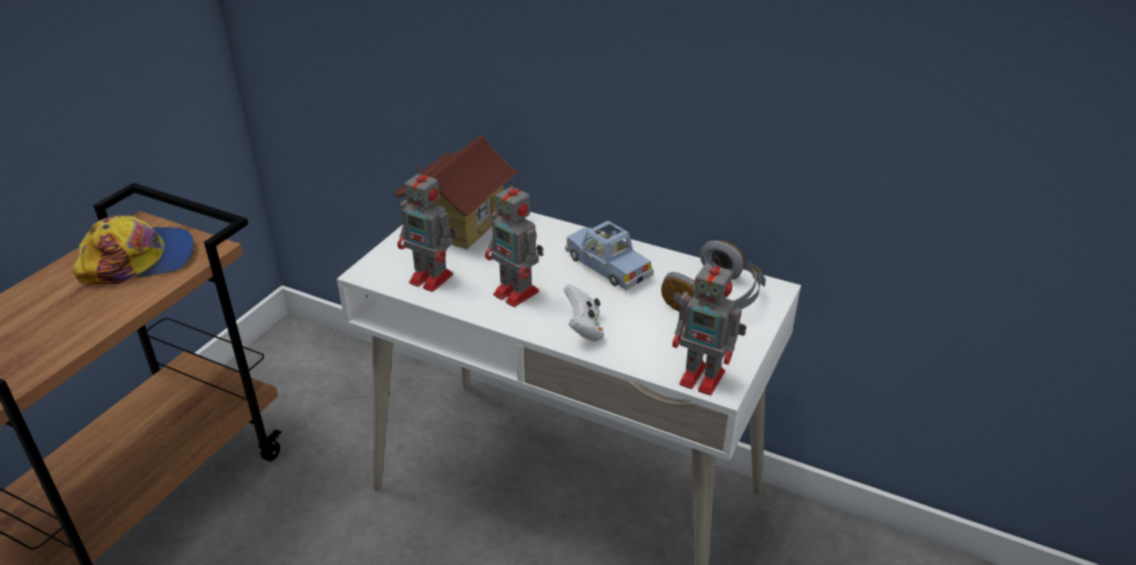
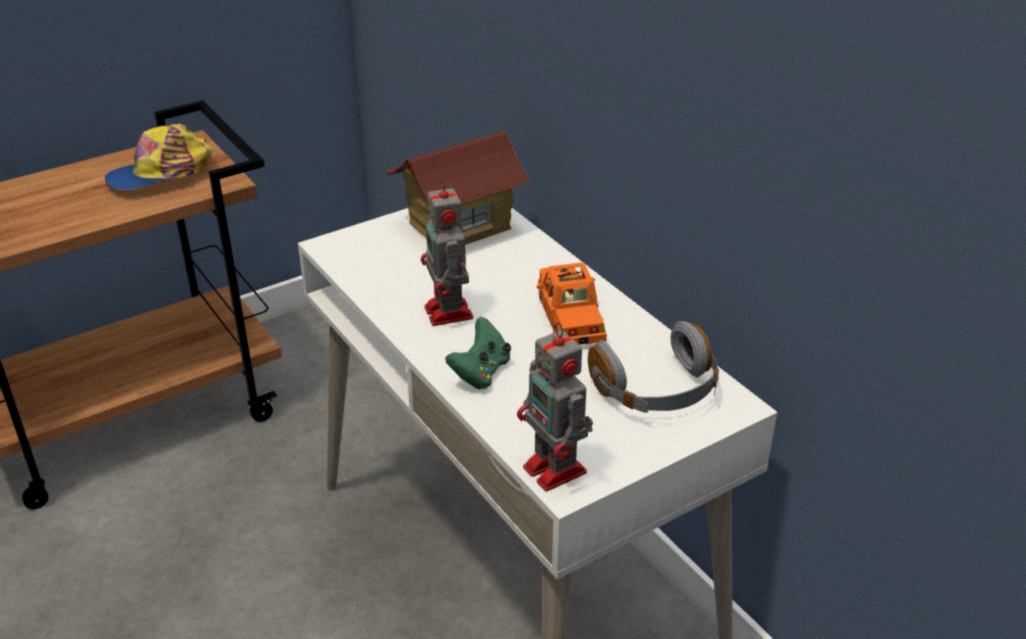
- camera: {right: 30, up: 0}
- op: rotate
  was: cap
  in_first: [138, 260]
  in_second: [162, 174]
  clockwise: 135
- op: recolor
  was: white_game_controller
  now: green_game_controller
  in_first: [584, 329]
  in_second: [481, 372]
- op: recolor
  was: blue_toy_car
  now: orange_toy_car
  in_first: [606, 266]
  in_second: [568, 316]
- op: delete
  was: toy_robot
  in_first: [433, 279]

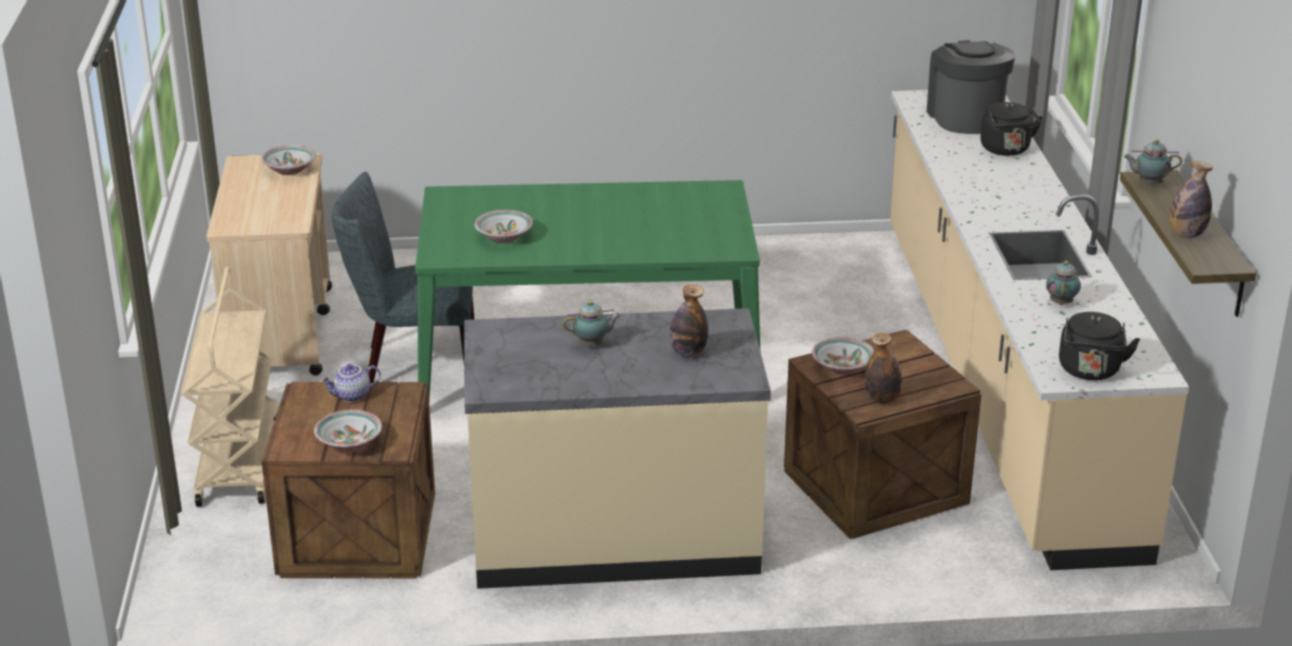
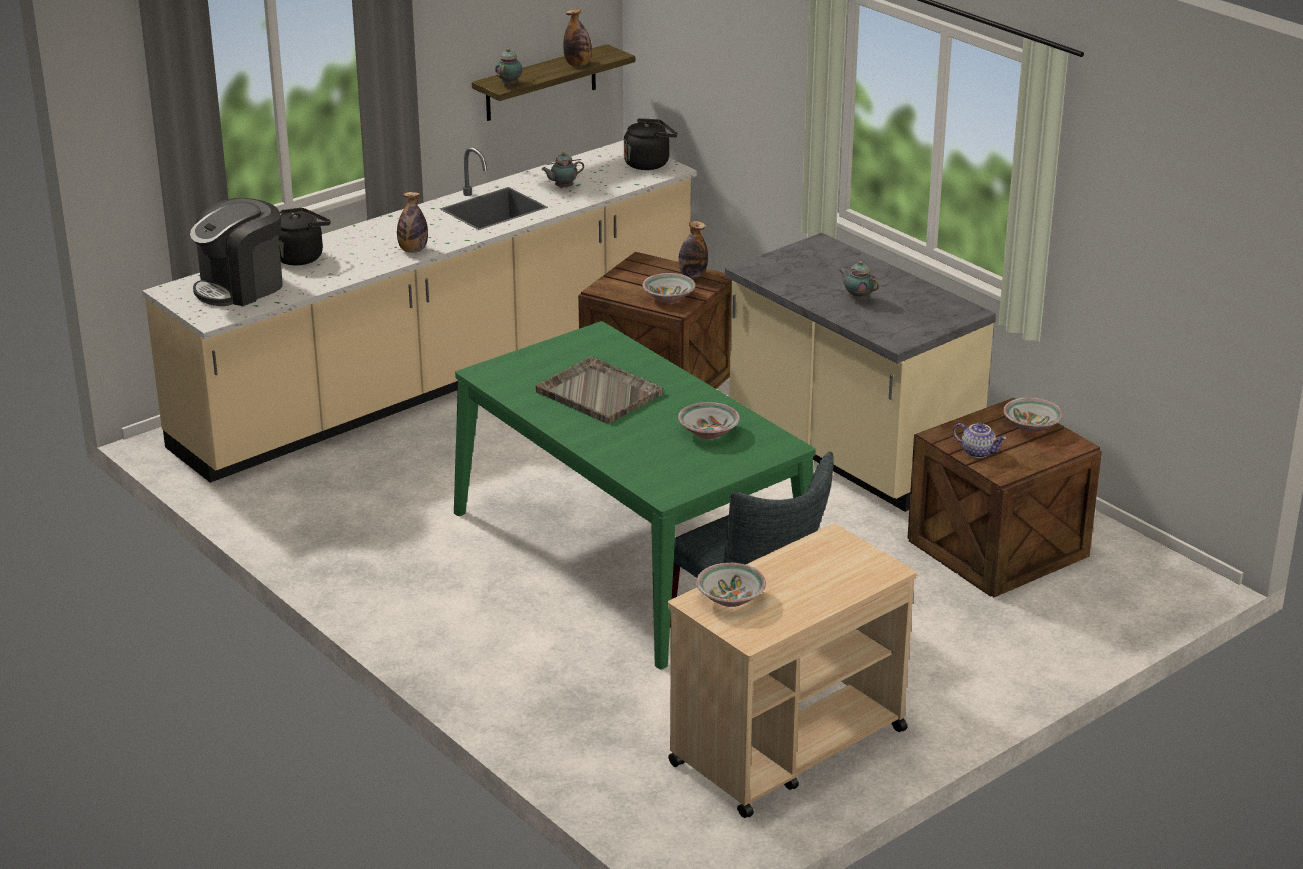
- camera: {right: -125, up: 0}
- op: move
  was: bottle
  in_first: [688, 352]
  in_second: [413, 250]
- op: rotate
  was: teapot
  in_first: [1148, 184]
  in_second: [510, 84]
  clockwise: -135
- op: insert
  now: grey_tray
  in_second: [598, 392]
- op: delete
  was: beige_cart
  in_first: [237, 459]

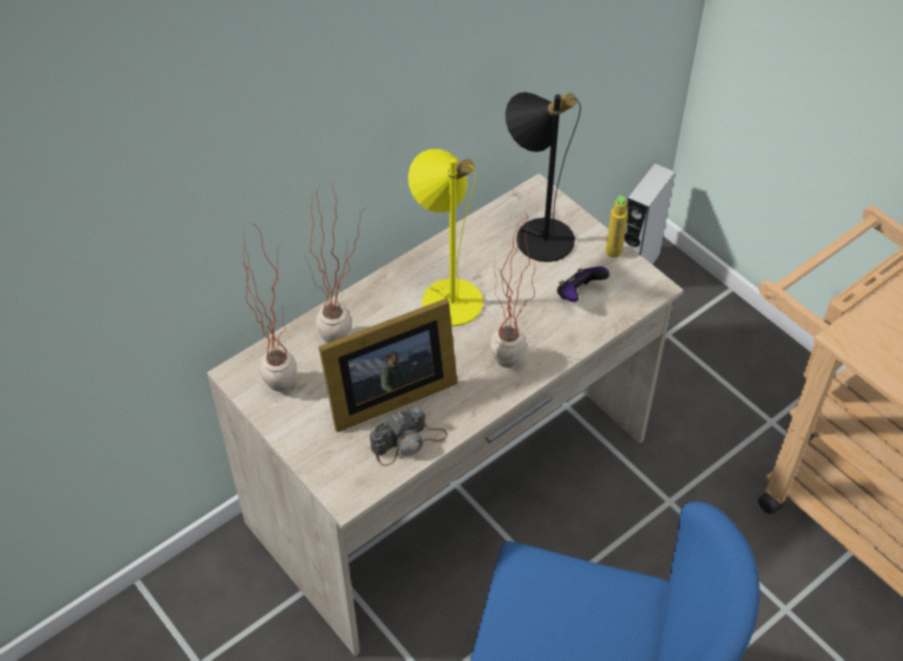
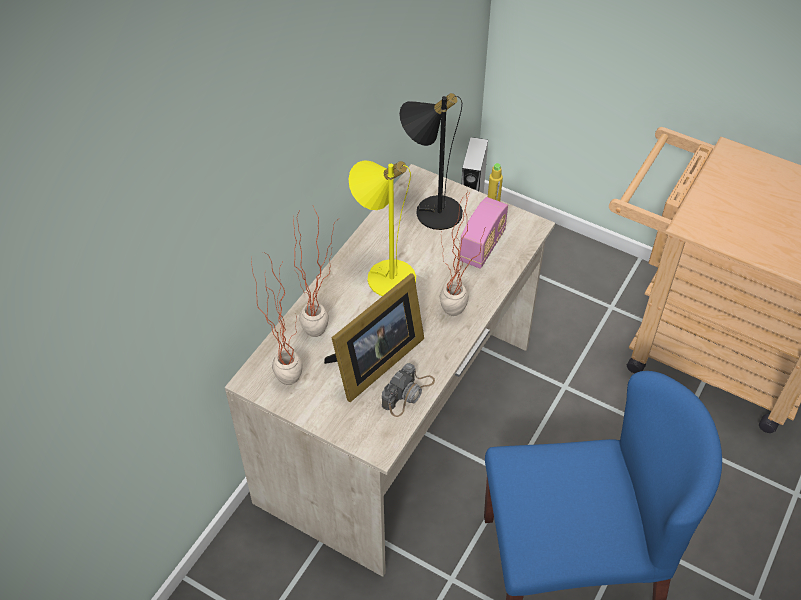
- camera: {right: -20, up: 0}
- op: replace
  was: game_controller
  now: radio
  in_first: [579, 294]
  in_second: [482, 246]

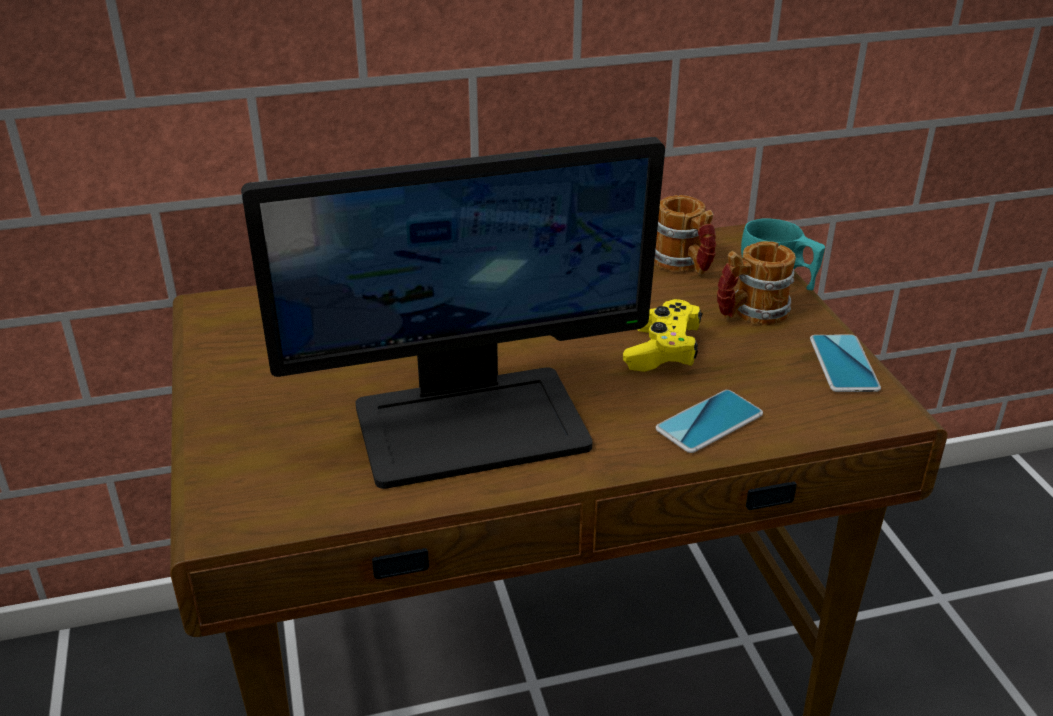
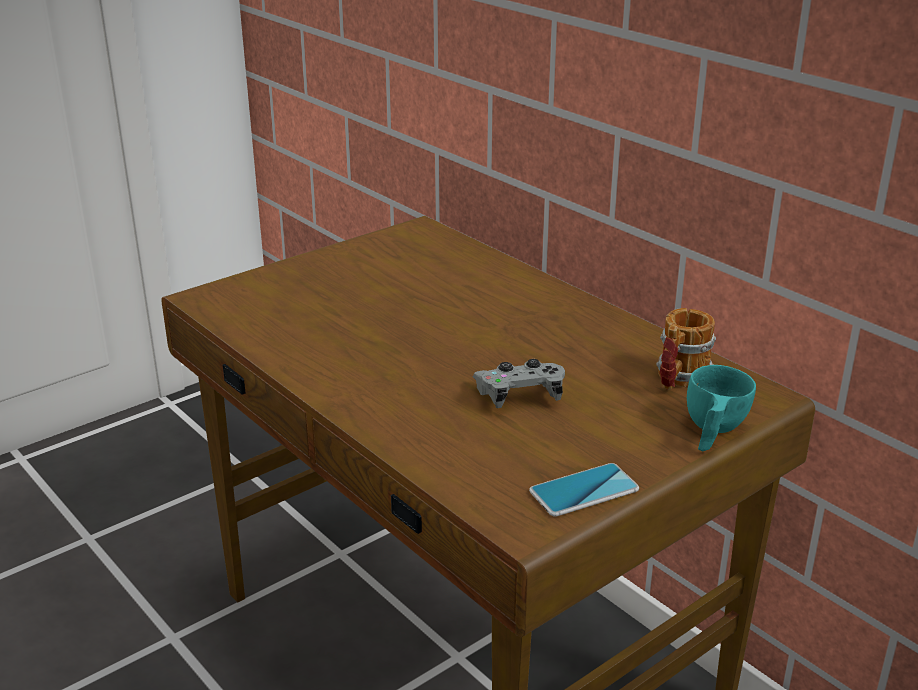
- camera: {right: 65, up: -5}
- op: recolor
  was: yellow_game_controller
  now: grey_game_controller
  in_first: [661, 350]
  in_second: [519, 396]
- op: delete
  was: monitor
  in_first: [471, 423]
- op: delete
  was: phone
  in_first: [709, 422]
- op: delete
  was: mug
  in_first: [750, 314]

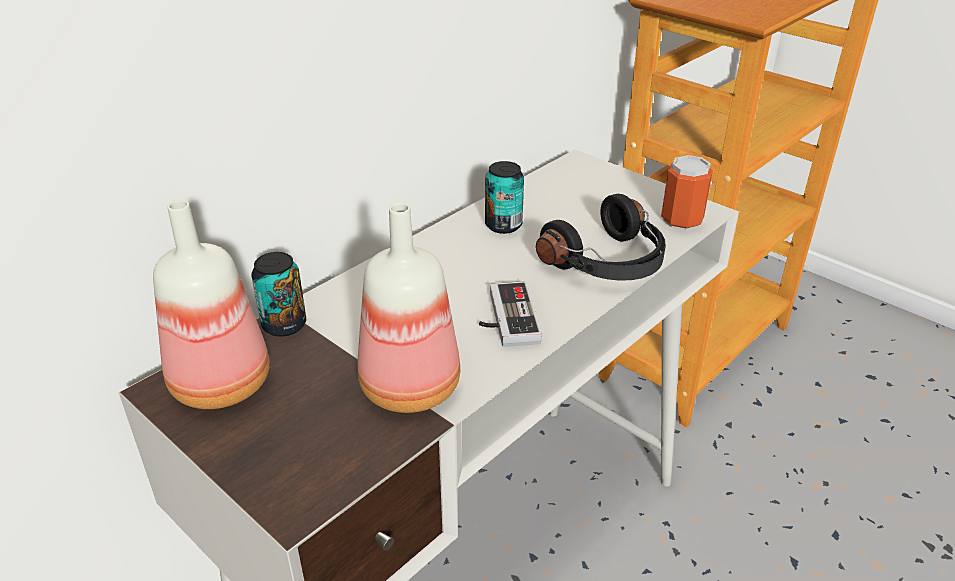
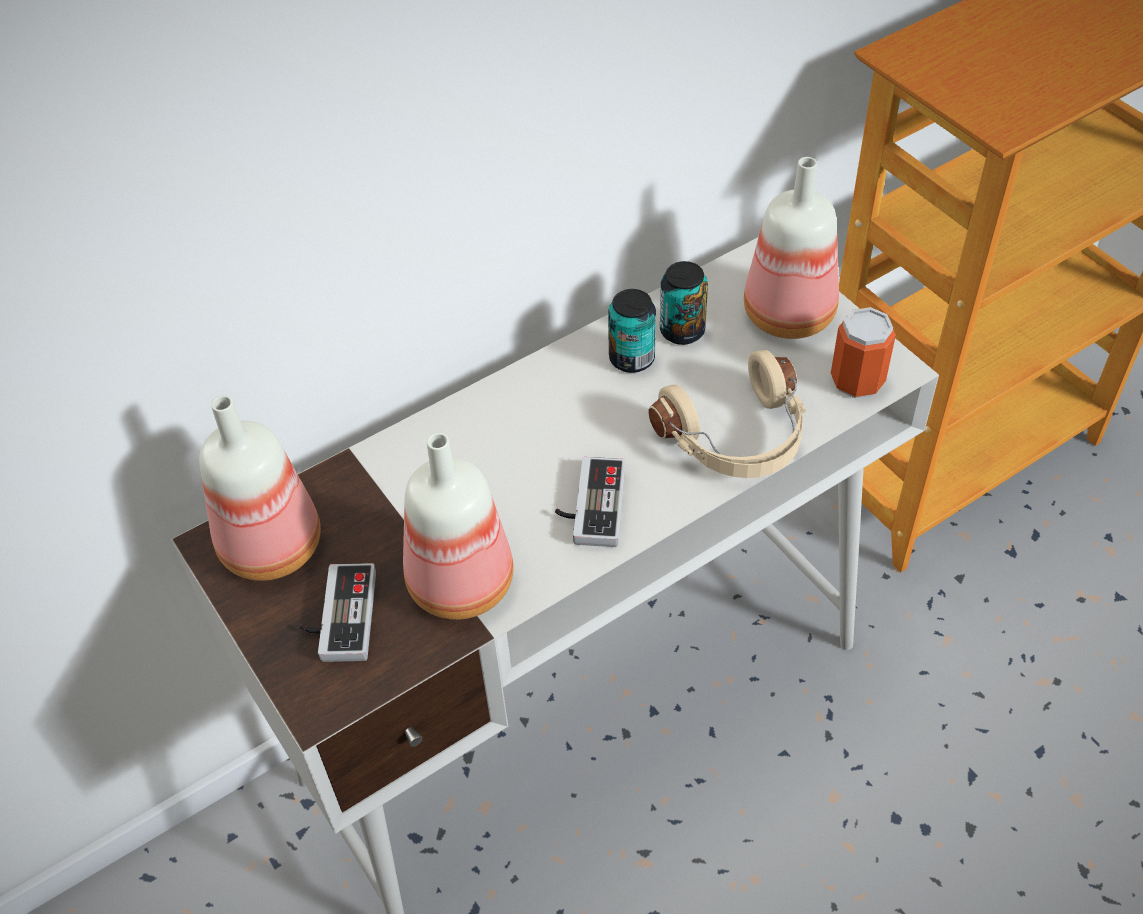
- camera: {right: 15, up: 15}
- op: insert
  now: game_controller
  in_second: [338, 616]
- op: recolor
  was: black_headphones
  now: beige_headphones
  in_first: [608, 263]
  in_second: [738, 439]
- op: move
  was: can
  in_first: [284, 325]
  in_second: [682, 331]
- op: insert
  now: bottle
  in_second: [792, 315]

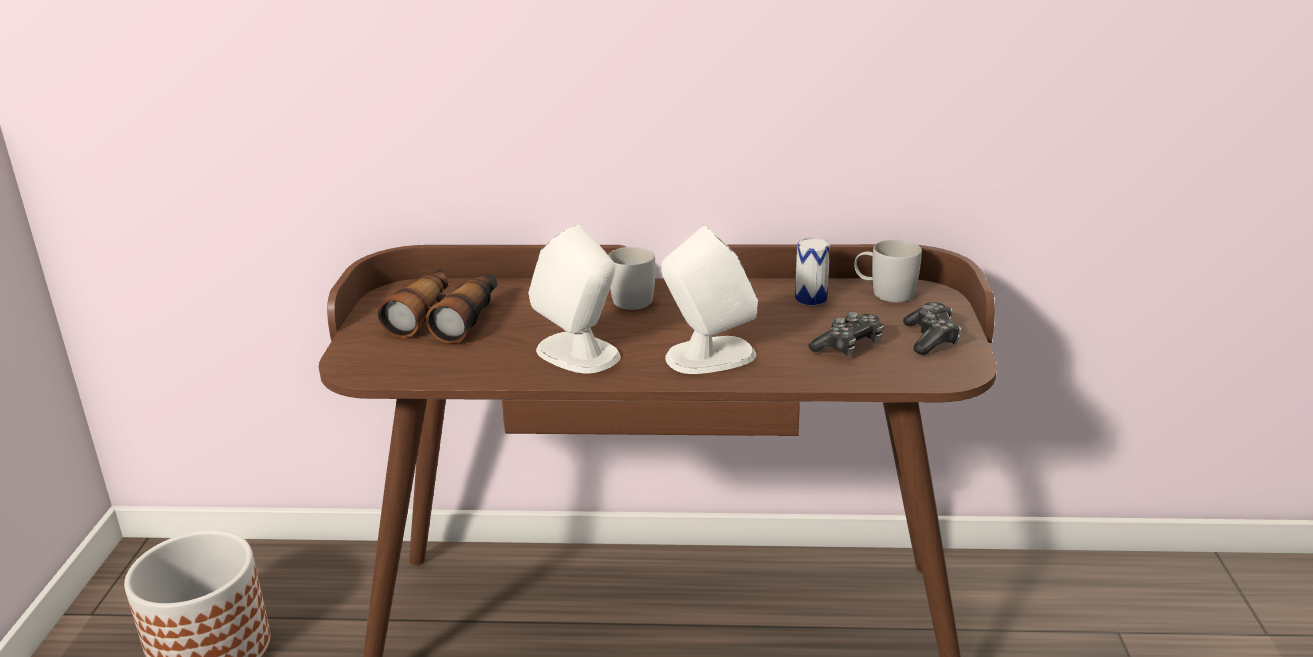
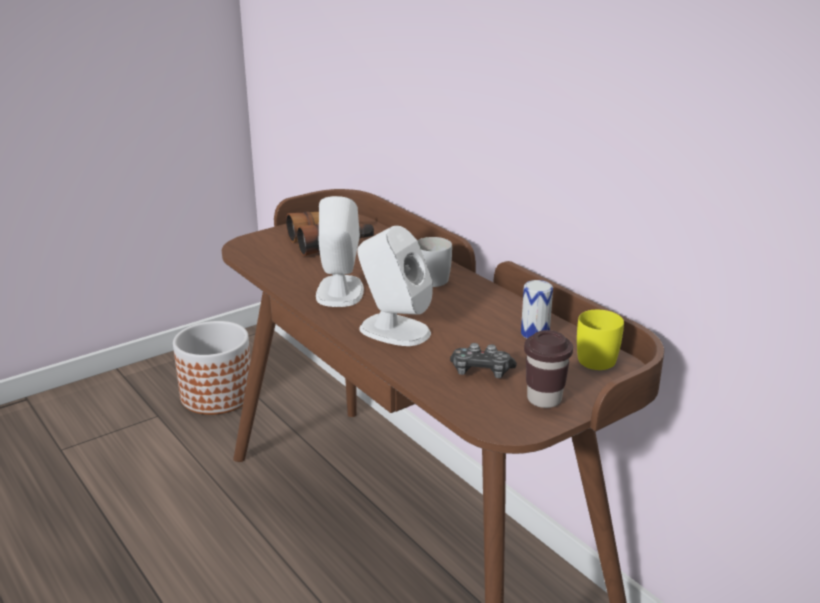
- camera: {right: 50, up: 0}
- op: replace
  was: game_controller
  now: brown_cup
  in_first: [931, 338]
  in_second: [544, 399]
- op: recolor
  was: white_mug
  now: yellow_mug
  in_first: [884, 292]
  in_second: [593, 356]

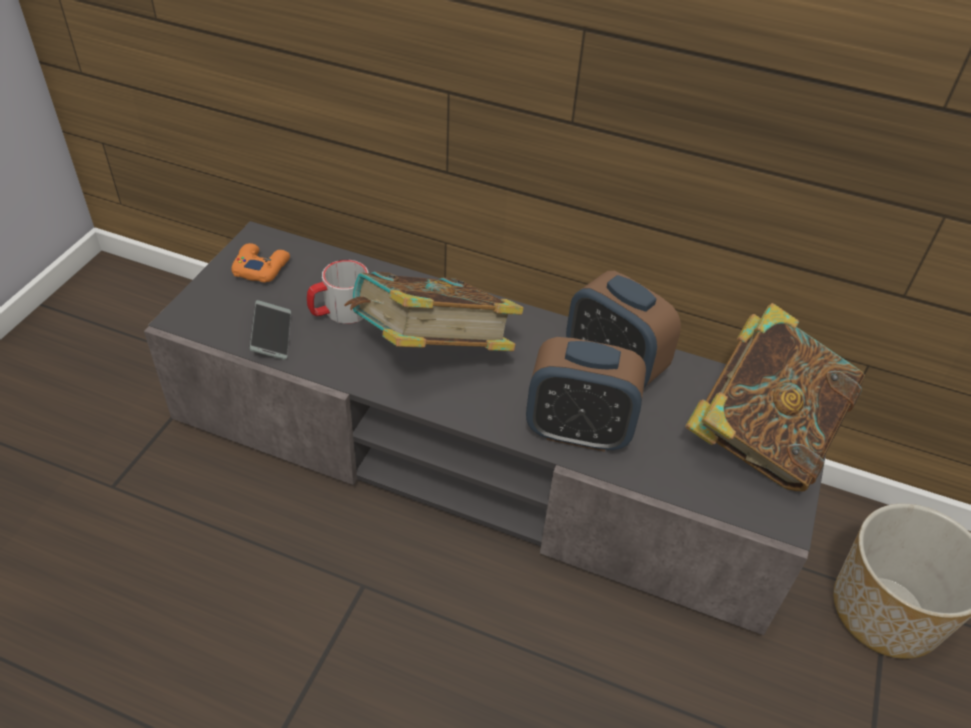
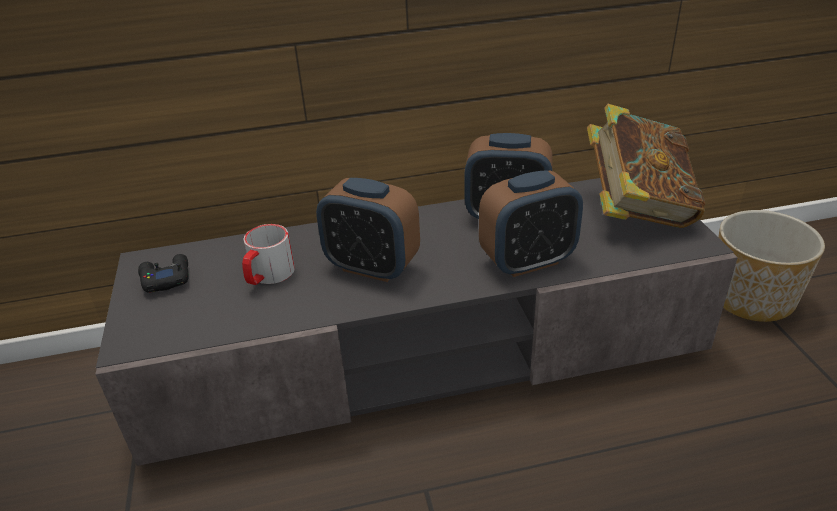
- camera: {right: -30, up: -10}
- op: recolor
  was: orange_game_controller
  now: black_game_controller
  in_first: [261, 267]
  in_second: [166, 278]
- op: replace
  was: book
  now: alarm_clock
  in_first: [432, 353]
  in_second: [372, 267]
- op: delete
  was: phone
  in_first: [272, 335]

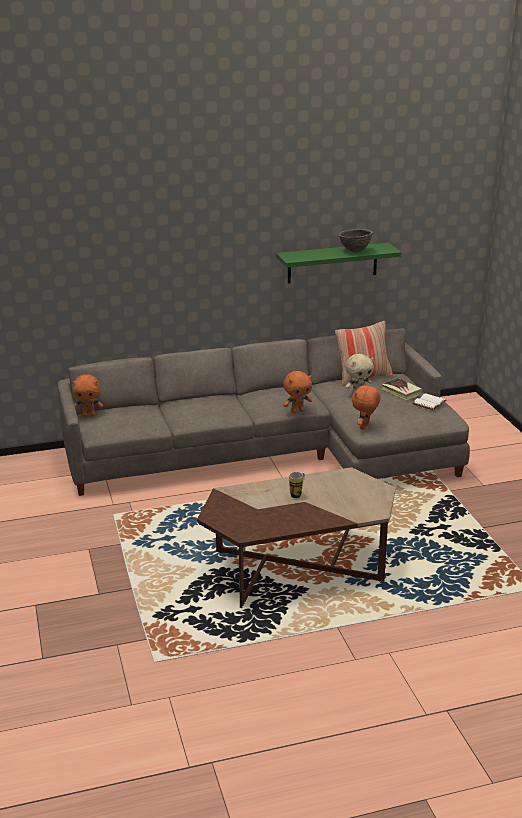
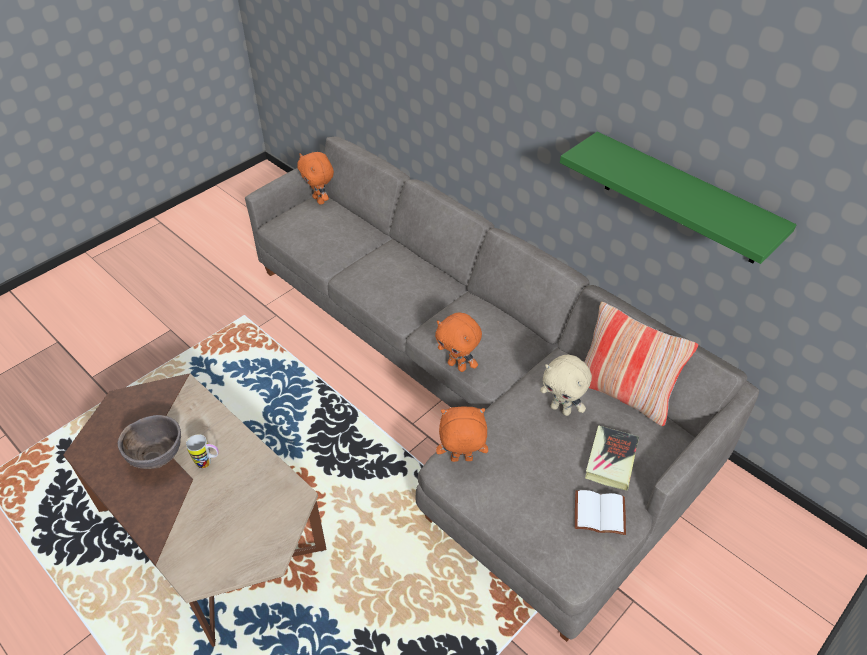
- camera: {right: 60, up: 20}
- op: move
  was: brown_bowl
  in_first: [355, 251]
  in_second: [158, 457]

